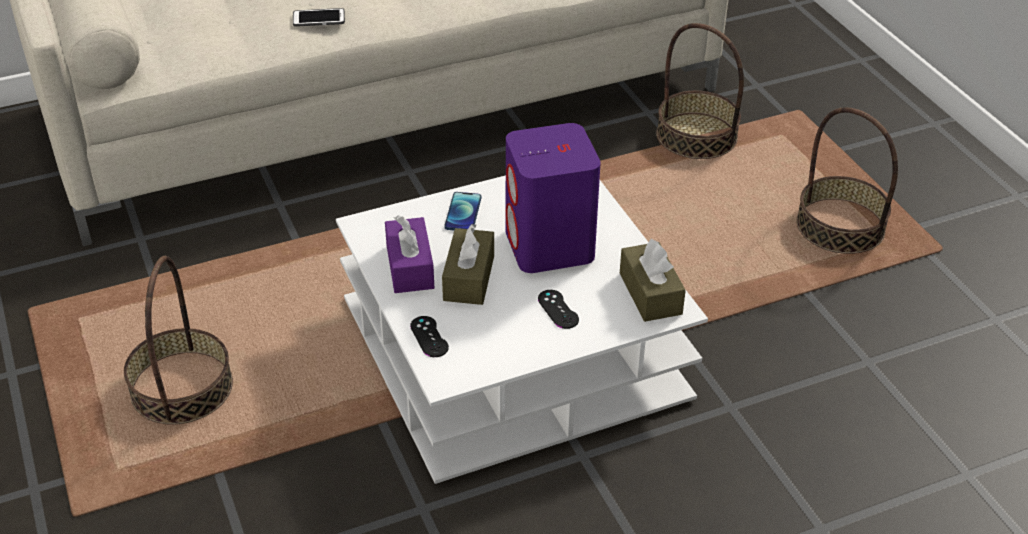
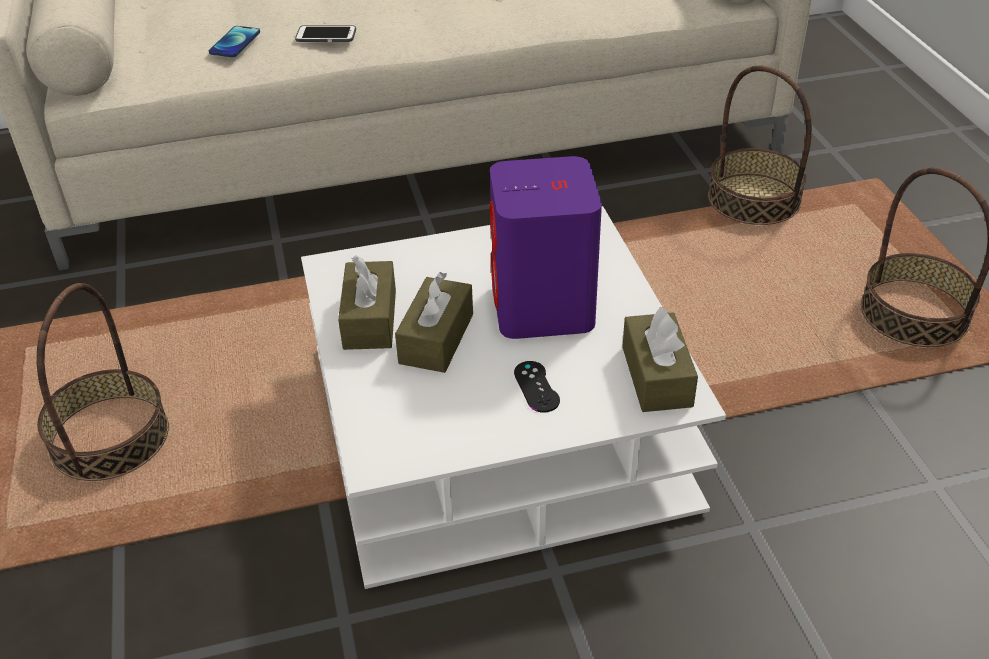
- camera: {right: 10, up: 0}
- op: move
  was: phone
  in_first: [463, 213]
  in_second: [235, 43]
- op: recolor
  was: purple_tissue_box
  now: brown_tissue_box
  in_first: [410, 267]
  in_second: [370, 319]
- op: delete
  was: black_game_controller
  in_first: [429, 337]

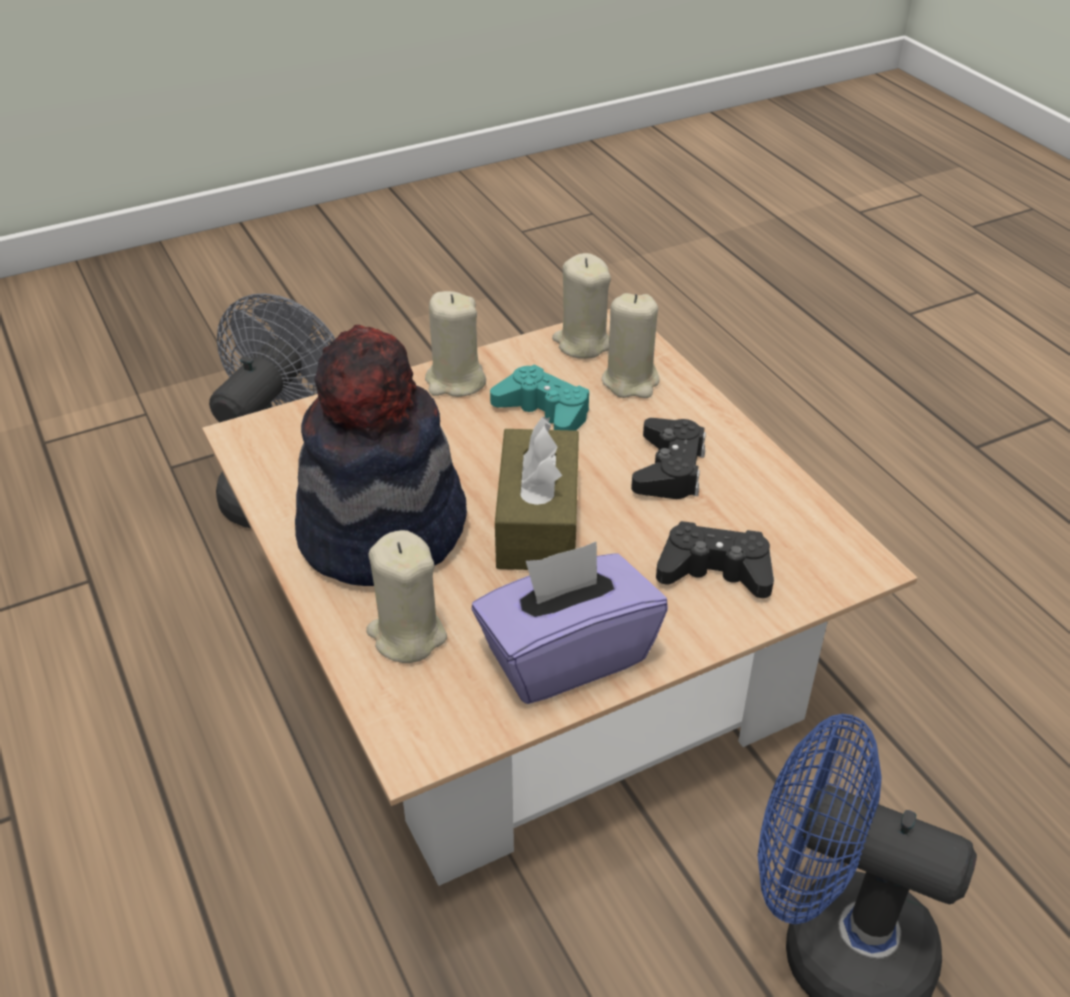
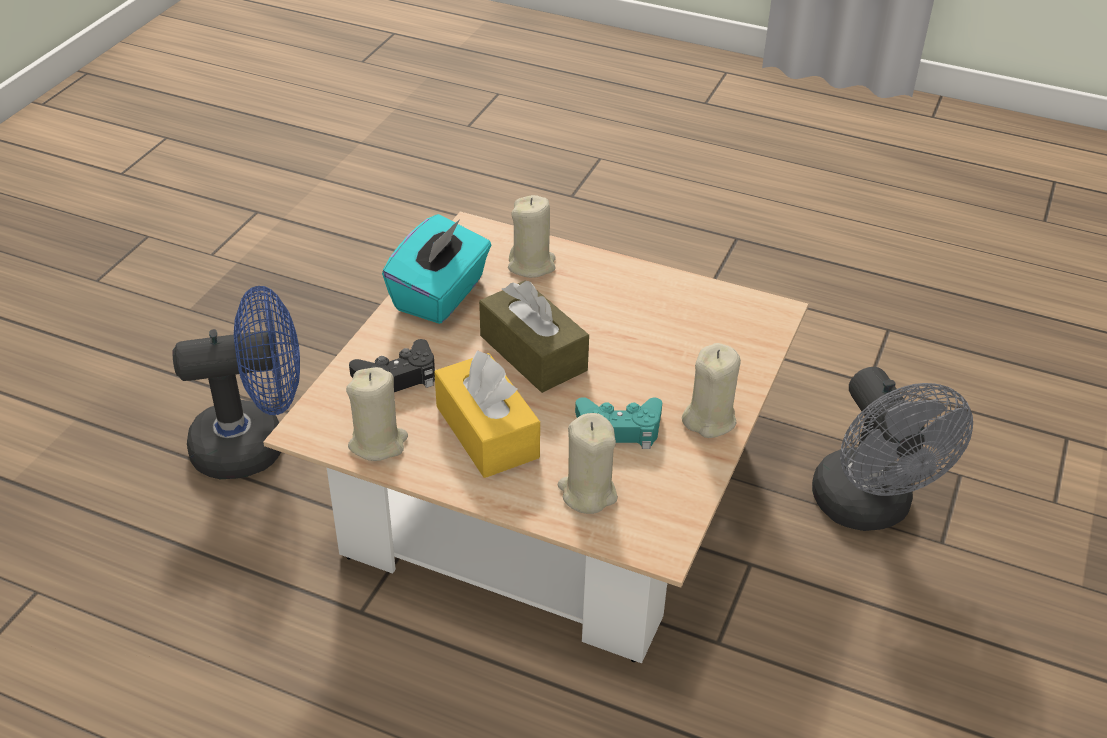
- camera: {right: 140, up: 0}
- op: move
  was: beige_candle
  in_first: [582, 343]
  in_second: [378, 443]
- op: recolor
  was: purple_tissue_box
  now: turquoise_tissue_box
  in_first: [566, 655]
  in_second: [440, 295]
- op: replace
  was: black_game_controller
  now: yellow_tissue_box
  in_first: [669, 469]
  in_second: [487, 432]
- op: delete
  was: hat
  in_first: [385, 529]

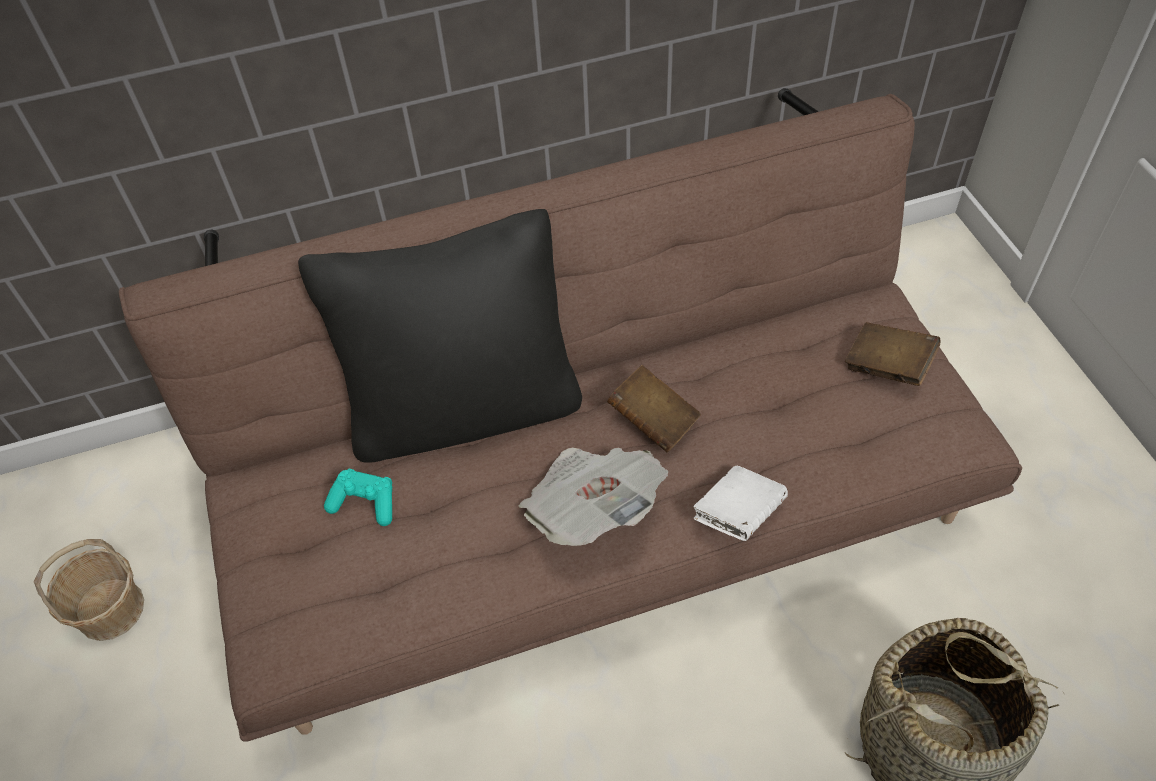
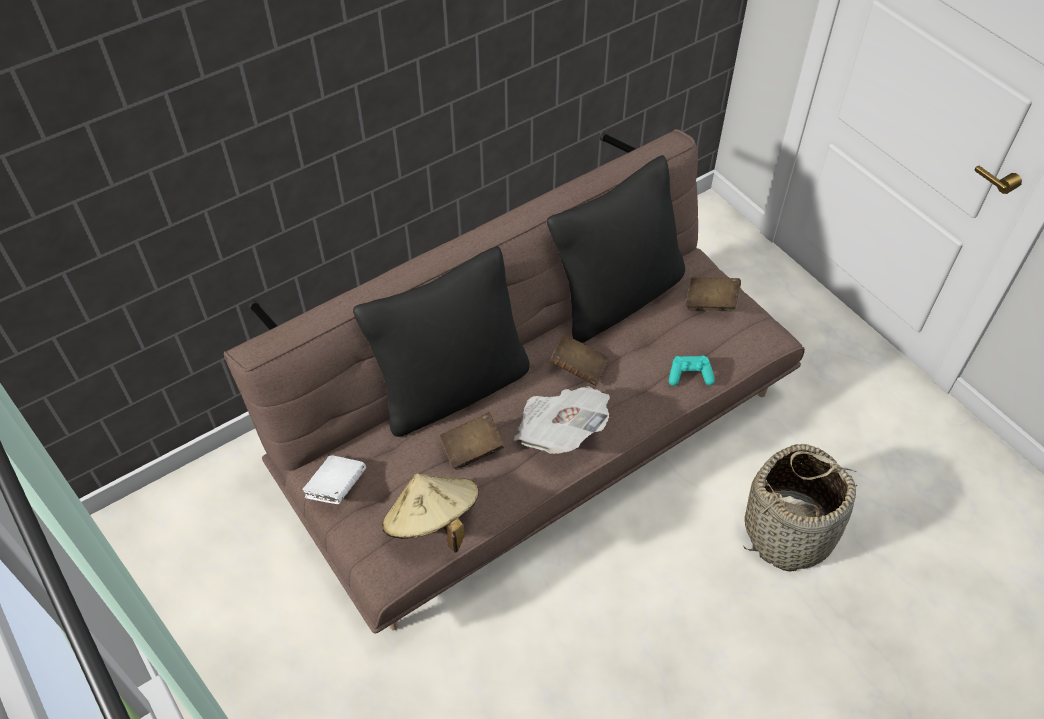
- camera: {right: -20, up: 0}
- op: move
  was: white_book
  in_first: [738, 514]
  in_second: [336, 487]
- op: insert
  now: beige_hat
  in_second: [432, 524]
- op: insert
  now: brown_book
  in_second: [472, 449]
- op: insert
  now: black_pillow
  in_second: [615, 297]
- op: move
  was: turquoise_game_controller
  in_first: [365, 503]
  in_second: [689, 375]
- op: delete
  was: basket
  in_first: [110, 609]

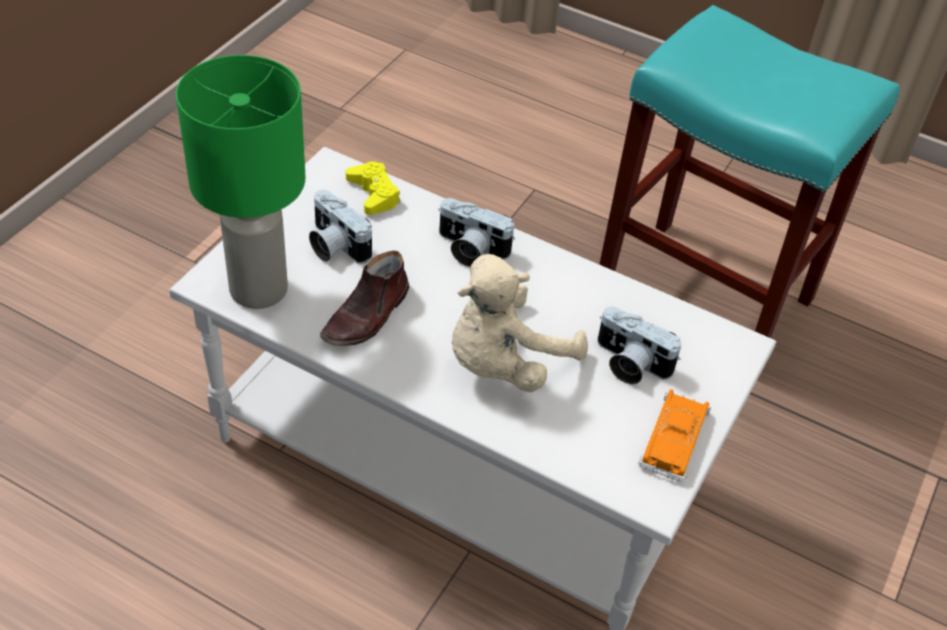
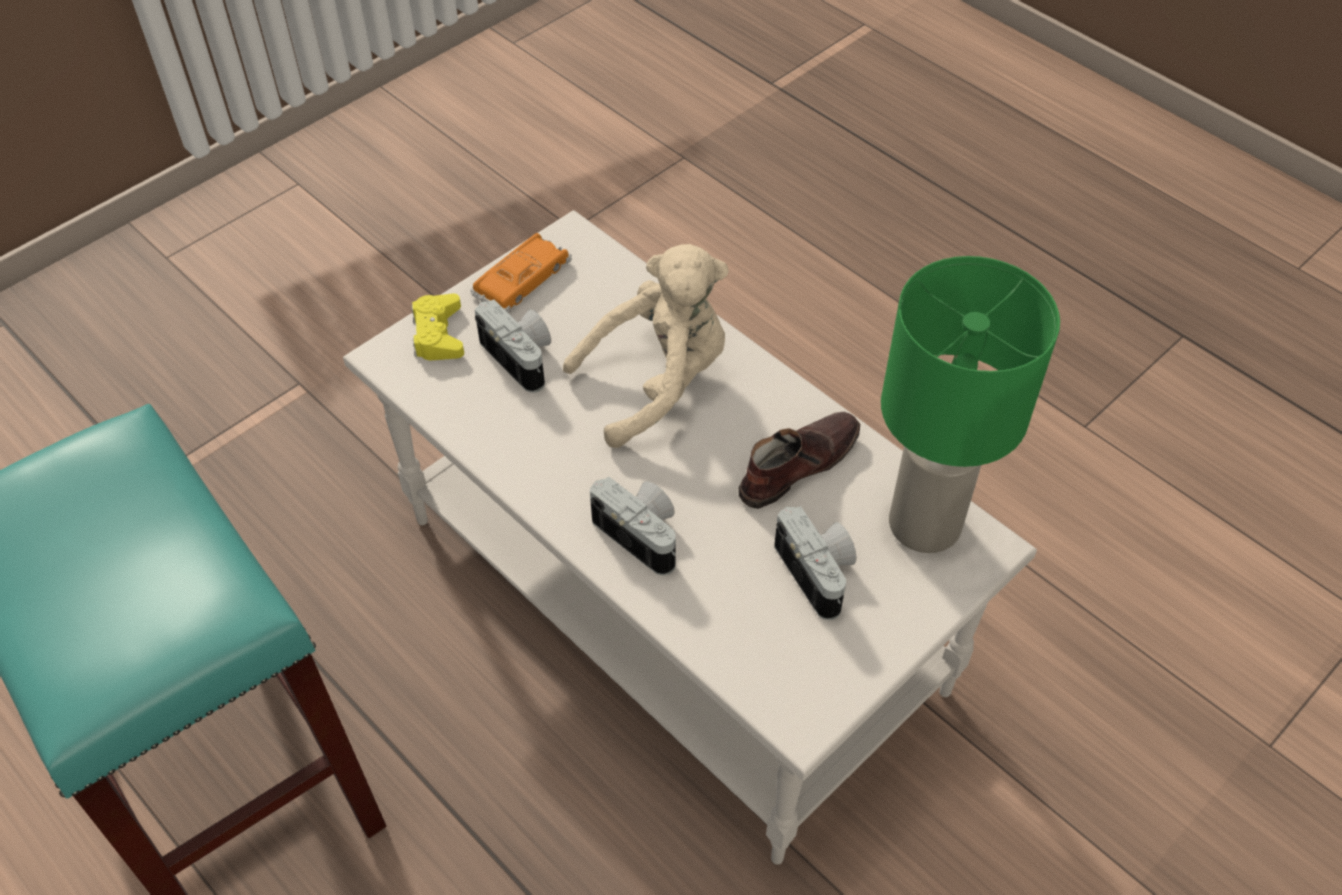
- camera: {right: -160, up: 5}
- op: move
  was: yellow_game_controller
  in_first: [373, 194]
  in_second: [438, 334]

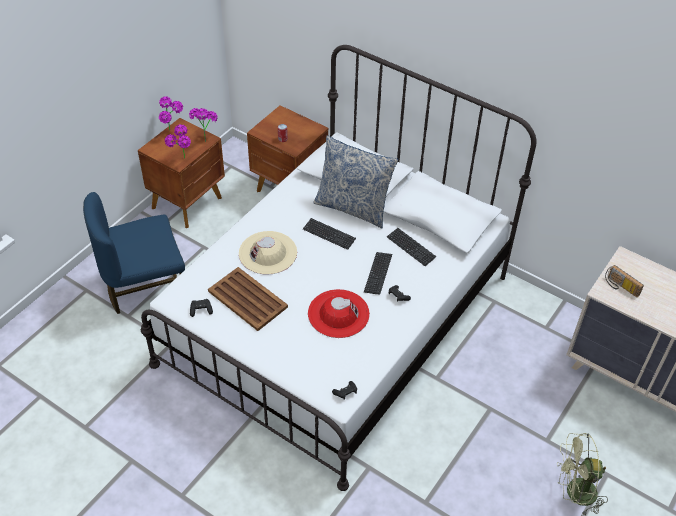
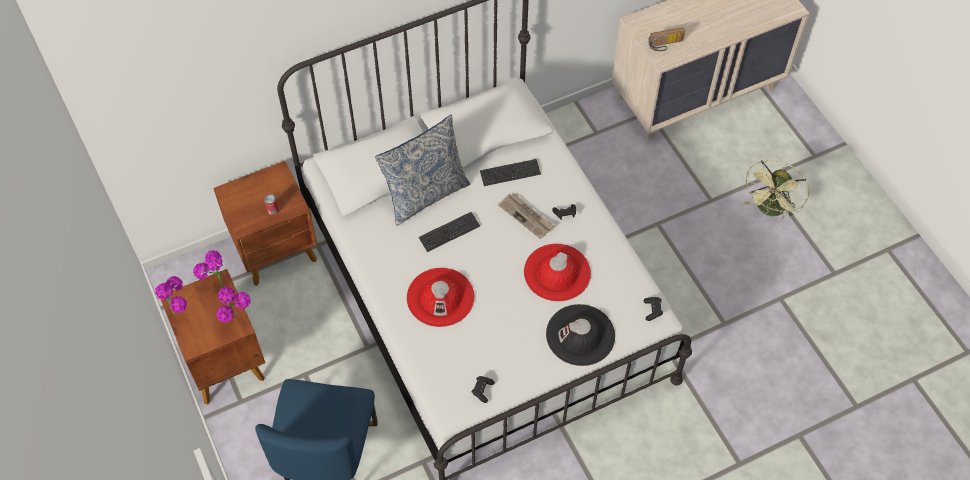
- camera: {right: -60, up: 10}
- op: recolor
  was: beige_hat
  now: red_hat
  in_first: [268, 253]
  in_second: [440, 297]
- op: replace
  was: keyboard
  now: newspaper
  in_first: [378, 274]
  in_second: [526, 216]
- op: insert
  now: black_hat
  in_second: [580, 335]
- op: delete
  was: brown_tray
  in_first: [247, 298]

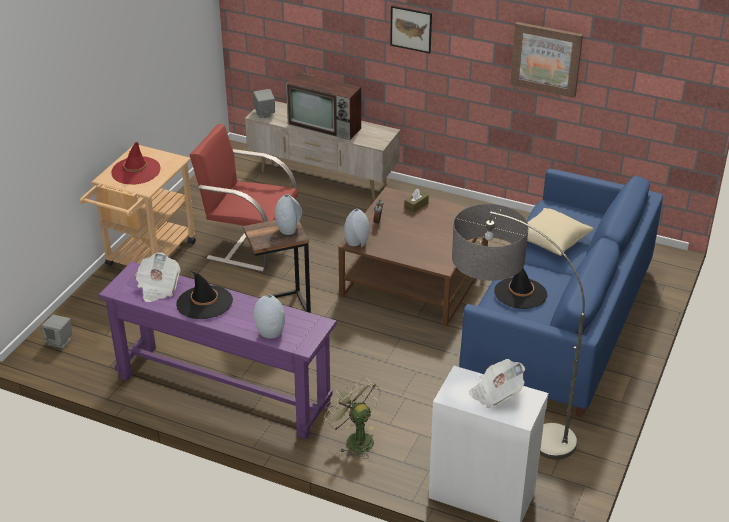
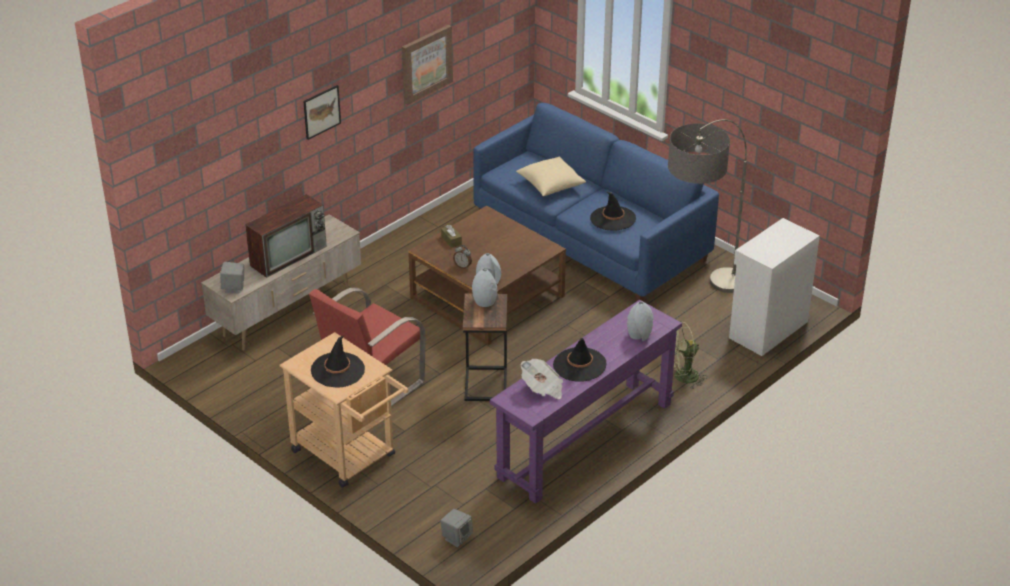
- camera: {right: -70, up: 0}
- op: recolor
  was: red_hat
  now: black_hat
  in_first: [136, 171]
  in_second: [338, 370]
- op: delete
  was: newspaper
  in_first: [496, 393]

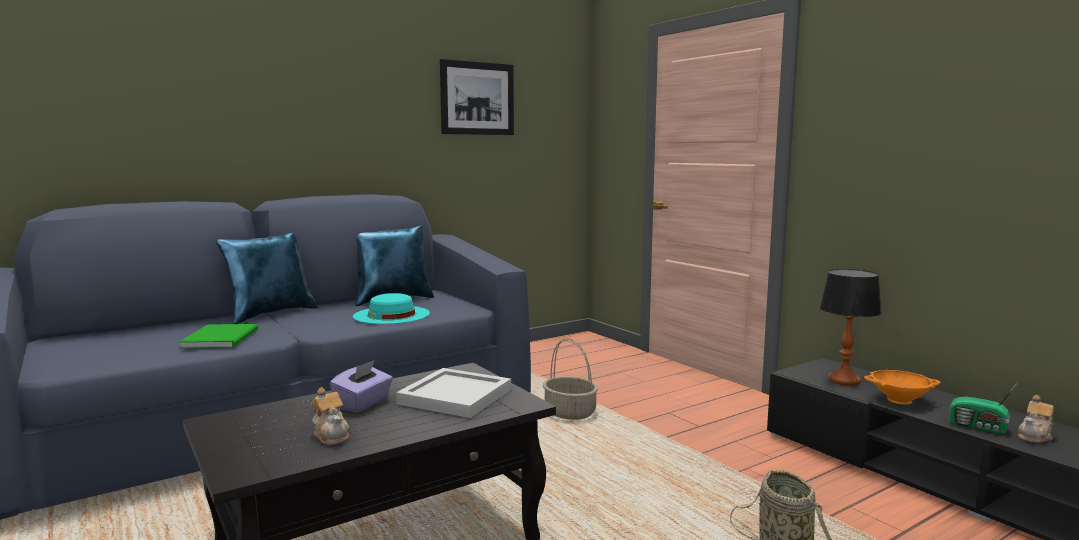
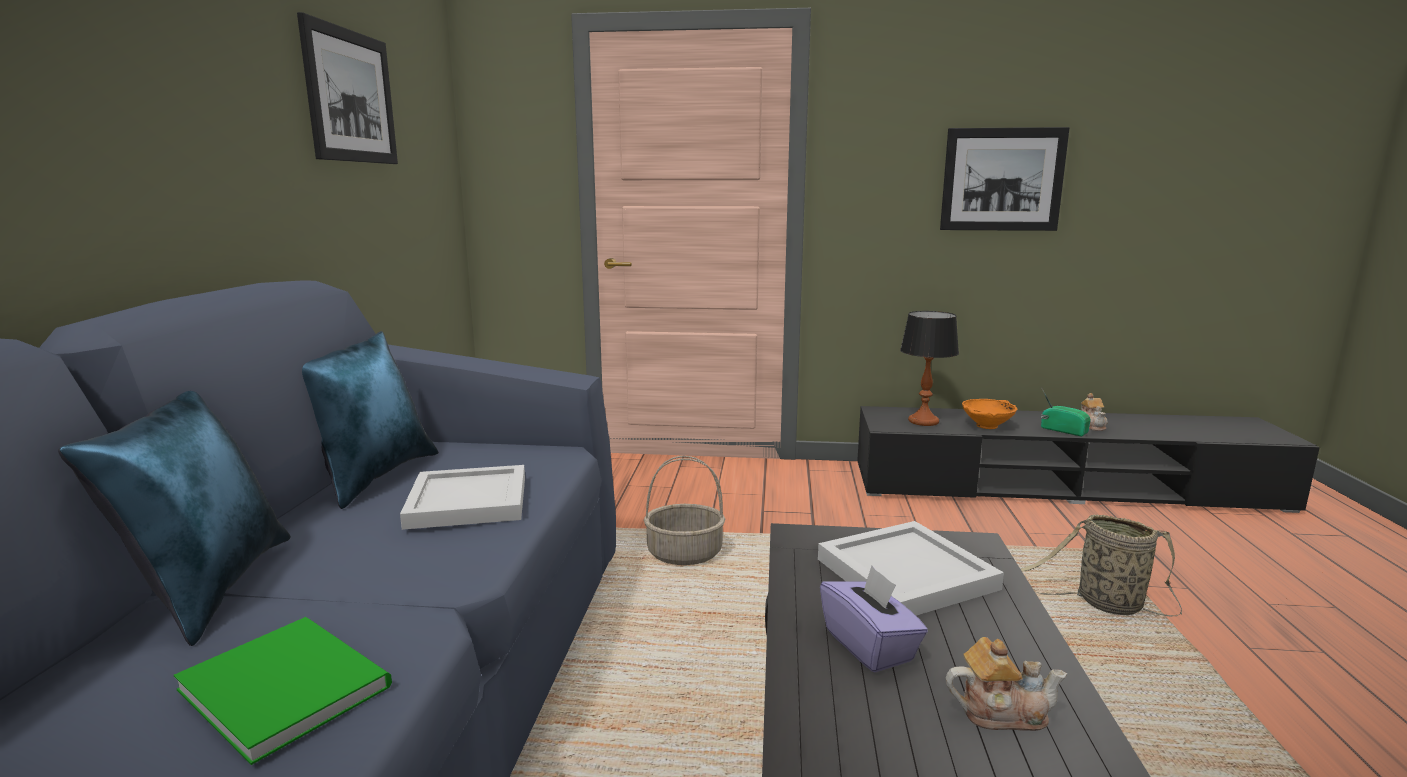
- camera: {right: -50, up: 5}
- op: replace
  was: turquoise_hat
  now: white_tray
  in_first: [391, 315]
  in_second: [470, 501]
- op: insert
  now: picture
  in_second: [1002, 179]
- op: rotate
  was: radio
  in_first: [979, 427]
  in_second: [1063, 430]
  clockwise: -120

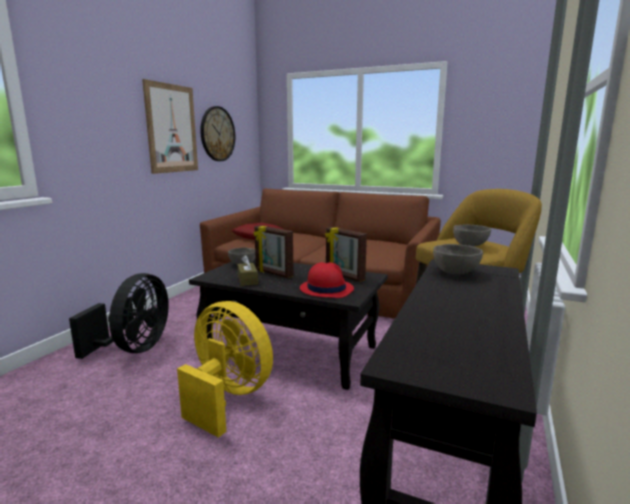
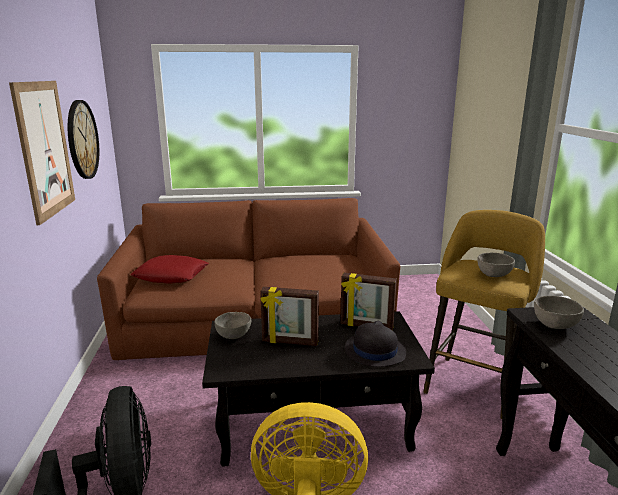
- camera: {right: -30, up: 5}
- op: recolor
  was: red_hat
  now: black_hat
  in_first: [326, 289]
  in_second: [374, 351]
- op: delete
  was: brown_tissue_box
  in_first: [247, 280]

